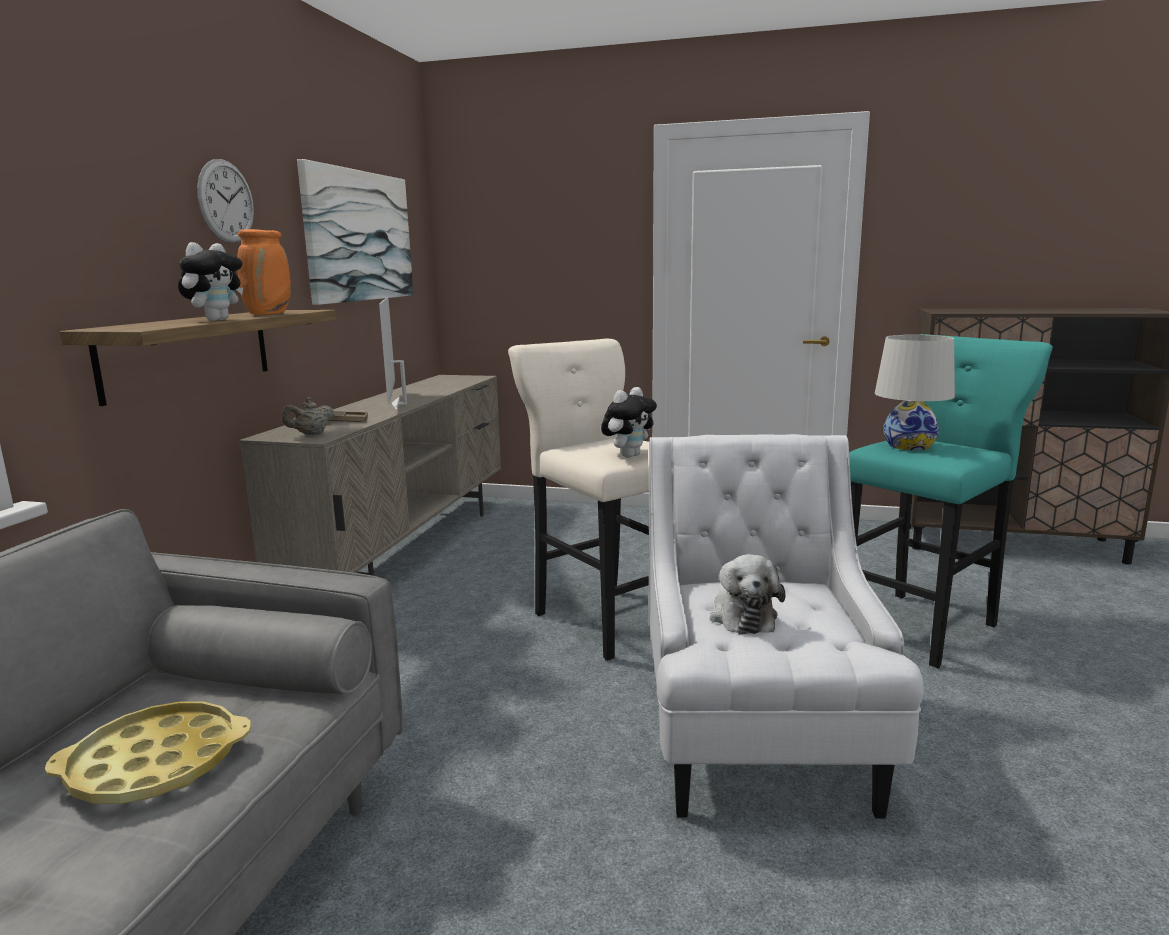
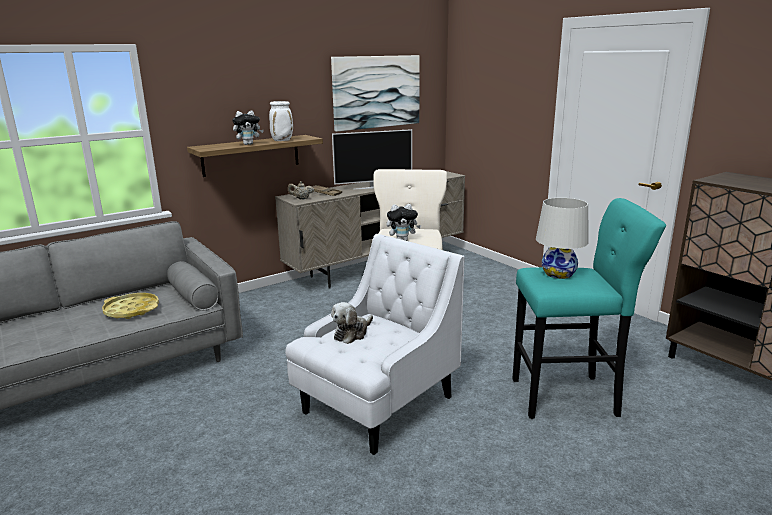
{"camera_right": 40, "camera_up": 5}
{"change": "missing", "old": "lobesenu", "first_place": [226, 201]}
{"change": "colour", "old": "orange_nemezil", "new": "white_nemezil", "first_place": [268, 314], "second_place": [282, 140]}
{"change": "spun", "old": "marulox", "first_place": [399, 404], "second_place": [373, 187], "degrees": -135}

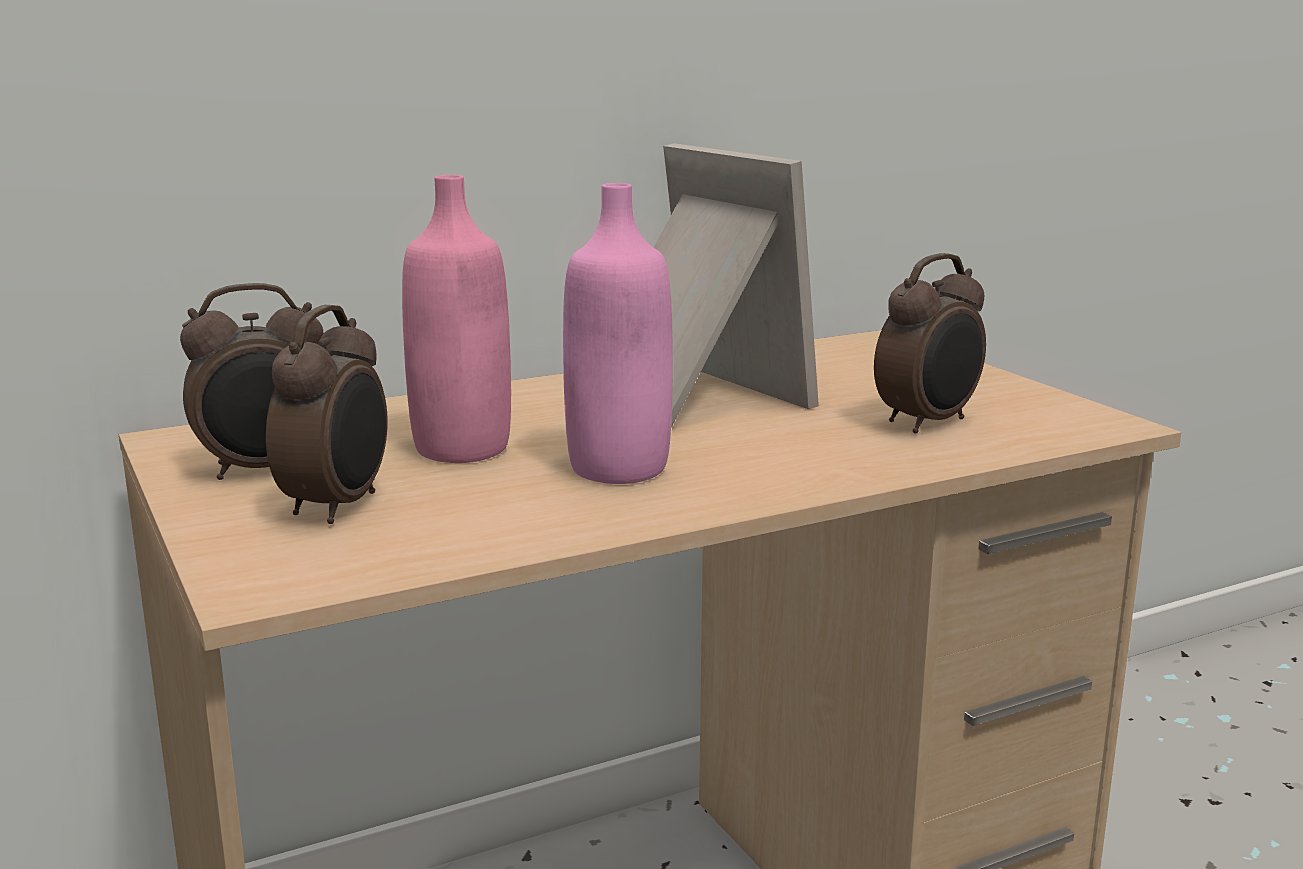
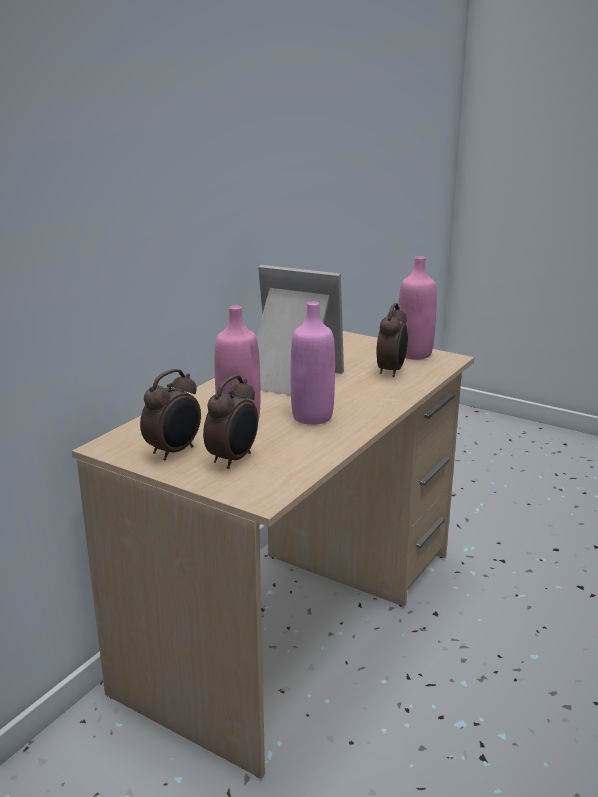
{"camera_right": -30, "camera_up": 5}
{"change": "appeared", "new": "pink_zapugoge", "second_place": [414, 354]}
{"change": "spun", "old": "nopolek", "first_place": [339, 506], "second_place": [234, 459], "degrees": 45}

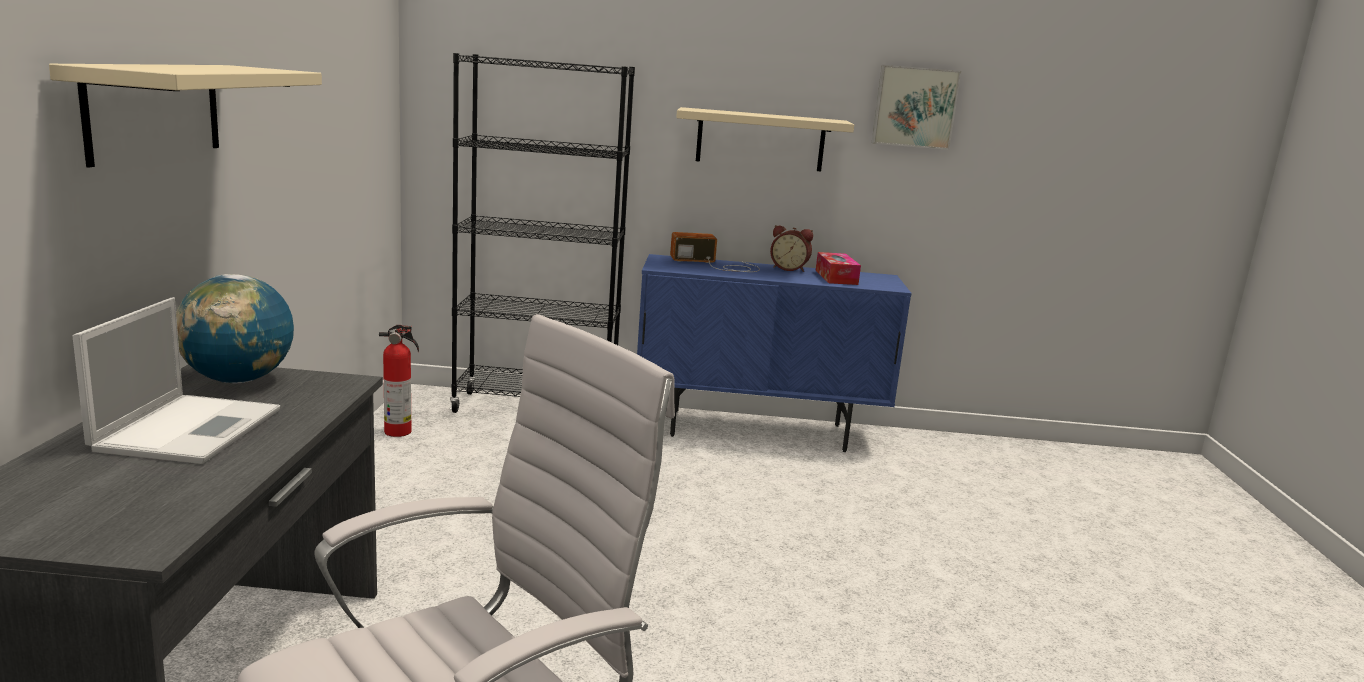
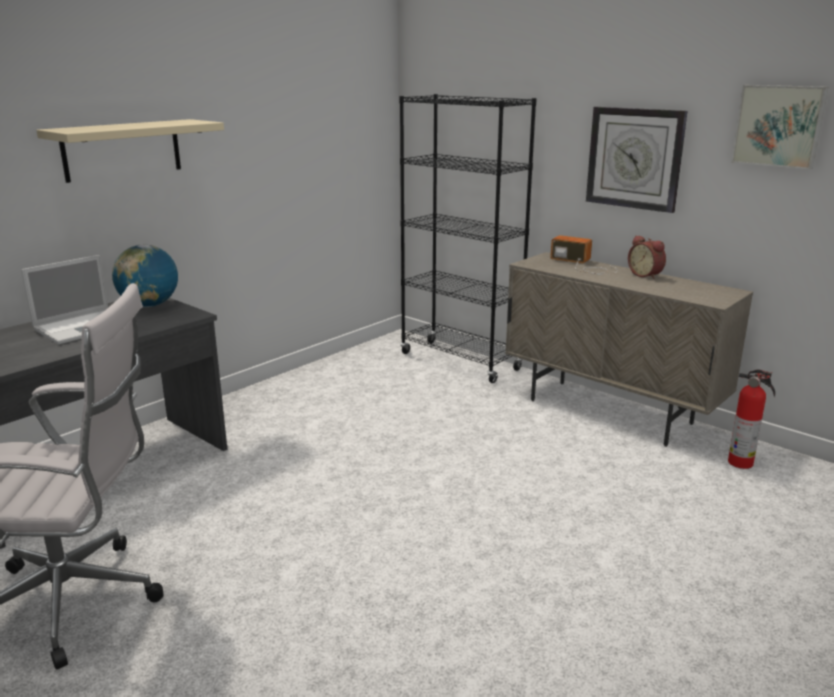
{"camera_right": 40, "camera_up": 5}
{"change": "missing", "old": "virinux", "first_place": [836, 277]}
{"change": "relocated", "old": "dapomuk", "first_place": [400, 431], "second_place": [742, 463]}
{"change": "exchanged", "old": "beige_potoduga", "new": "lobesenu", "first_place": [760, 140], "second_place": [634, 158]}
{"change": "colour", "old": "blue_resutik", "new": "beige_resutik", "first_place": [758, 431], "second_place": [610, 412]}

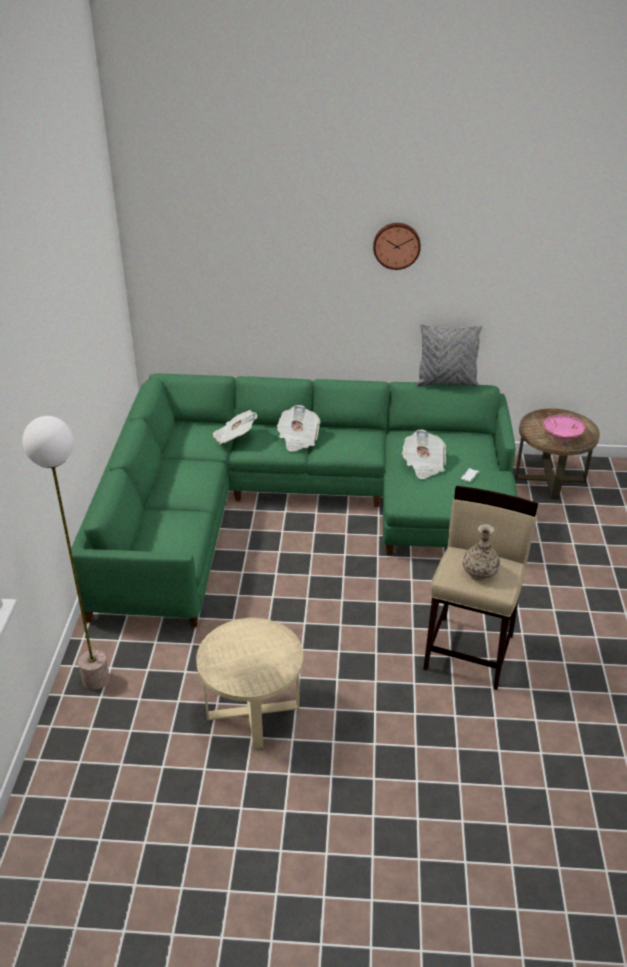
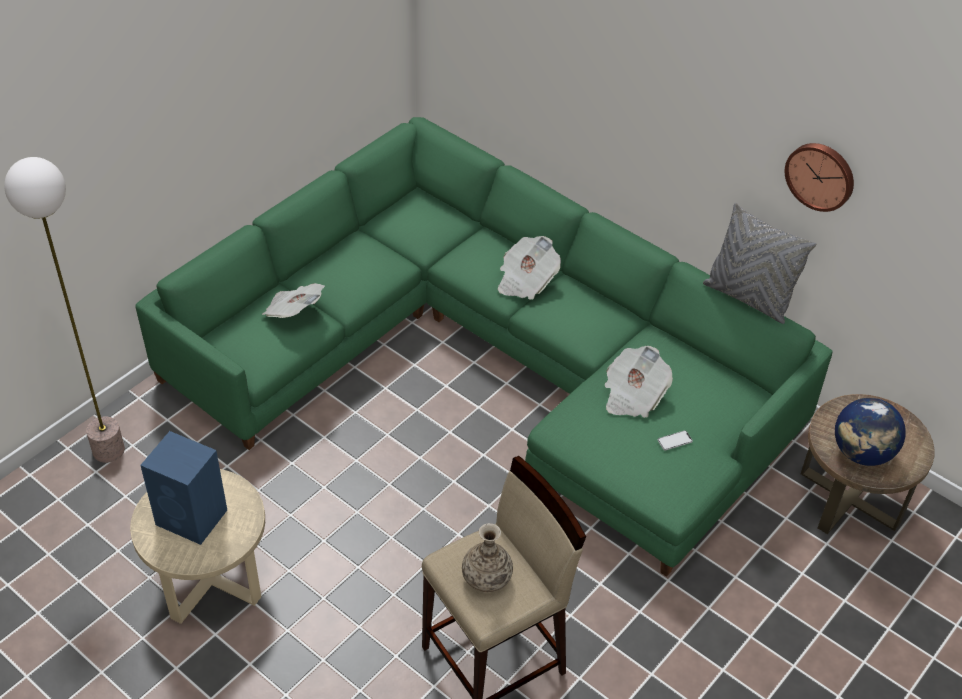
{"camera_right": 35, "camera_up": 10}
{"change": "appeared", "new": "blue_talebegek", "second_place": [193, 518]}
{"change": "relocated", "old": "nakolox", "first_place": [234, 437], "second_place": [294, 312]}
{"change": "relocated", "old": "lobesenu", "first_place": [396, 245], "second_place": [821, 175]}
{"change": "exchanged", "old": "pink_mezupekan", "new": "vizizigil", "first_place": [562, 436], "second_place": [861, 453]}

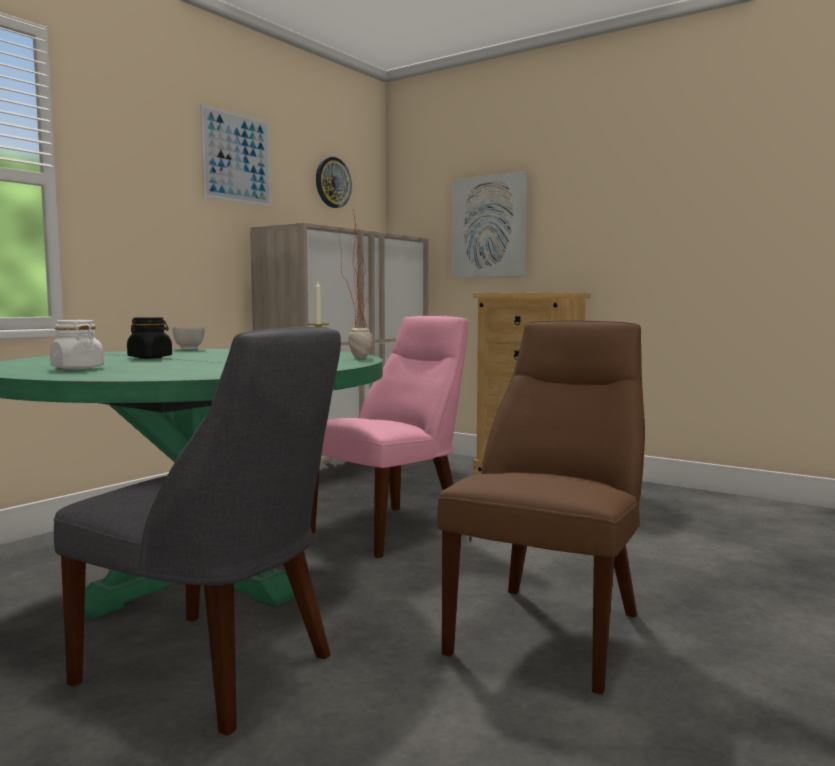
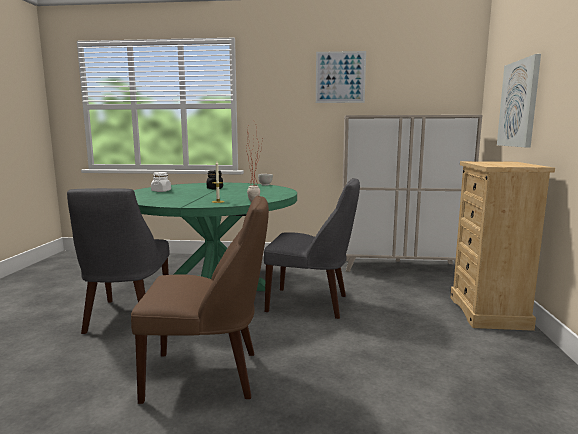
{"camera_right": 60, "camera_up": 5}
{"change": "missing", "old": "lobesenu", "first_place": [332, 182]}
{"change": "colour", "old": "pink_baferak", "new": "grey_baferak", "first_place": [392, 529], "second_place": [311, 303]}

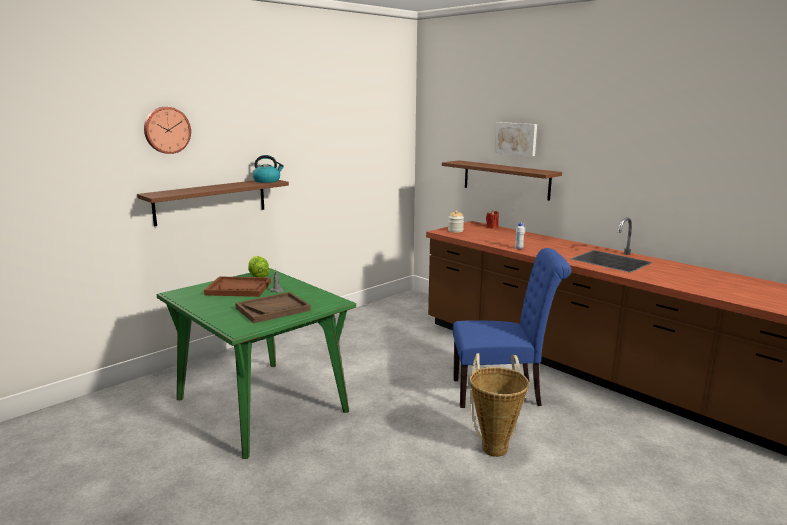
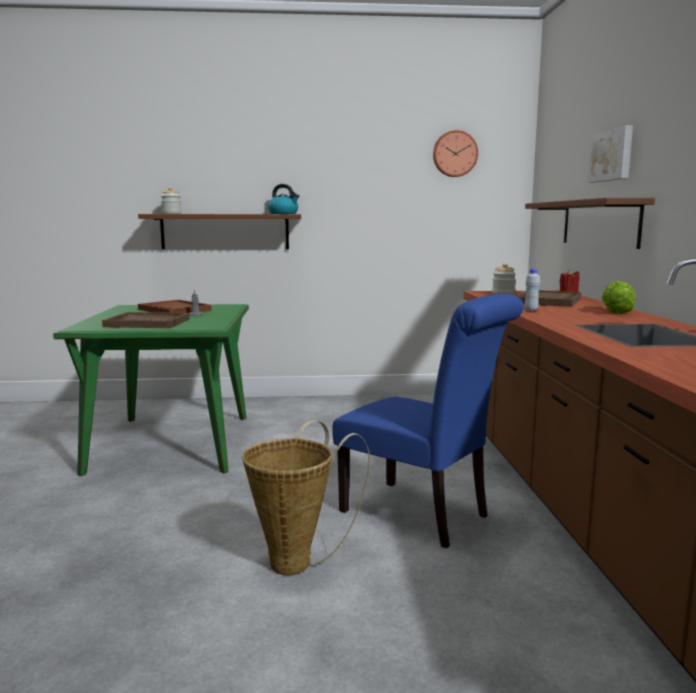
{"camera_right": 40, "camera_up": -5}
{"change": "appeared", "new": "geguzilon", "second_place": [171, 213]}
{"change": "appeared", "new": "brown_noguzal", "second_place": [548, 301]}
{"change": "relocated", "old": "lobesenu", "first_place": [166, 130], "second_place": [454, 154]}
{"change": "relocated", "old": "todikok", "first_place": [258, 276], "second_place": [616, 312]}

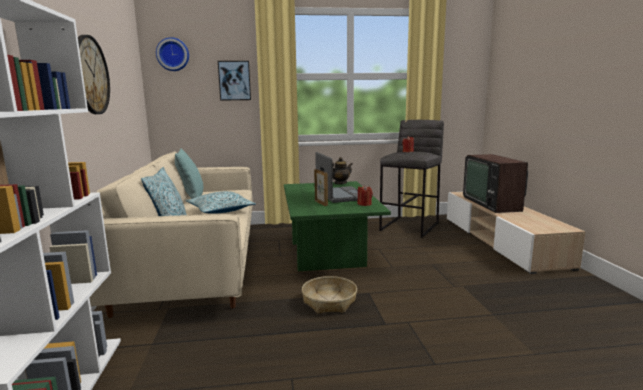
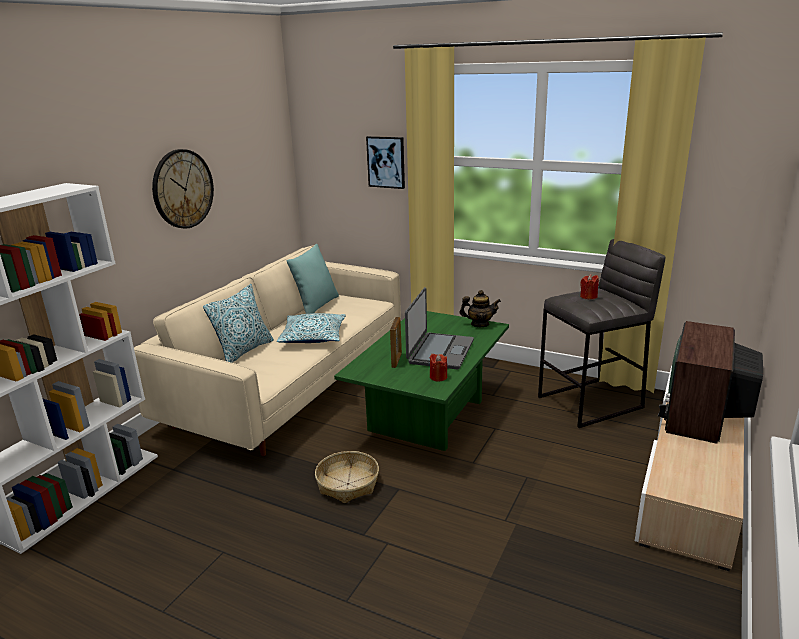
{"camera_right": 35, "camera_up": 10}
{"change": "missing", "old": "lobesenu", "first_place": [173, 54]}

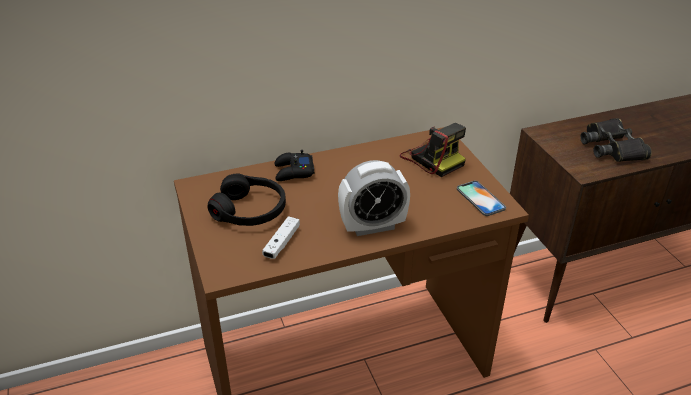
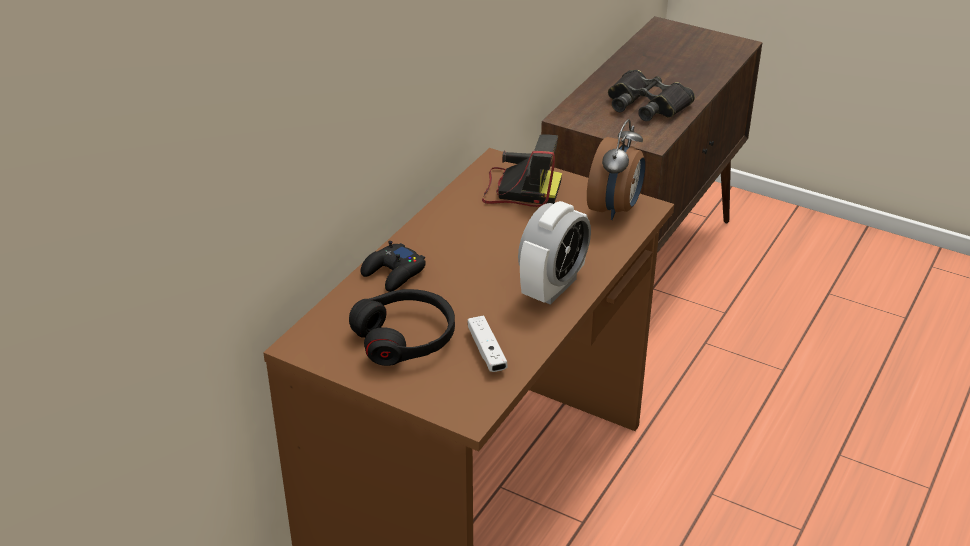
{"camera_right": -40, "camera_up": 0}
{"change": "exchanged", "old": "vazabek", "new": "nopolek", "first_place": [480, 198], "second_place": [615, 209]}

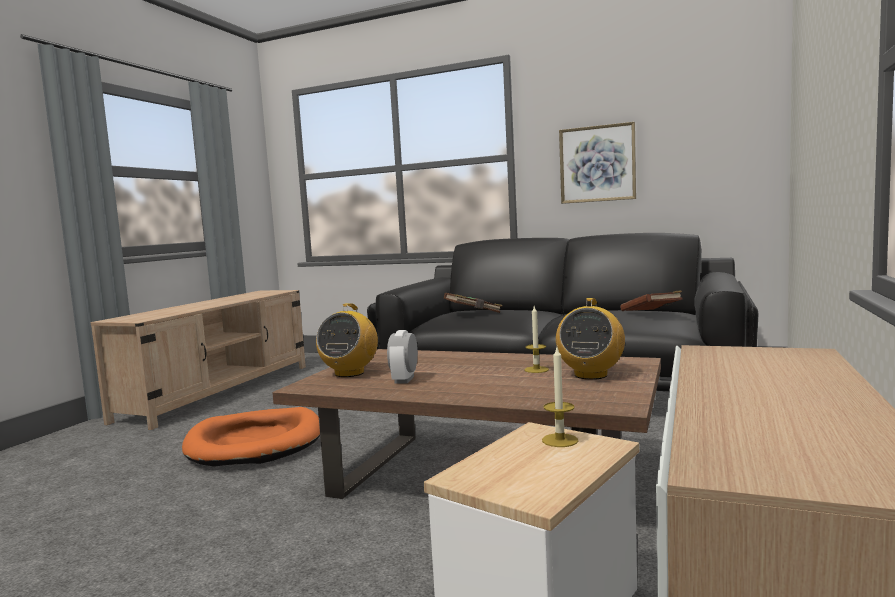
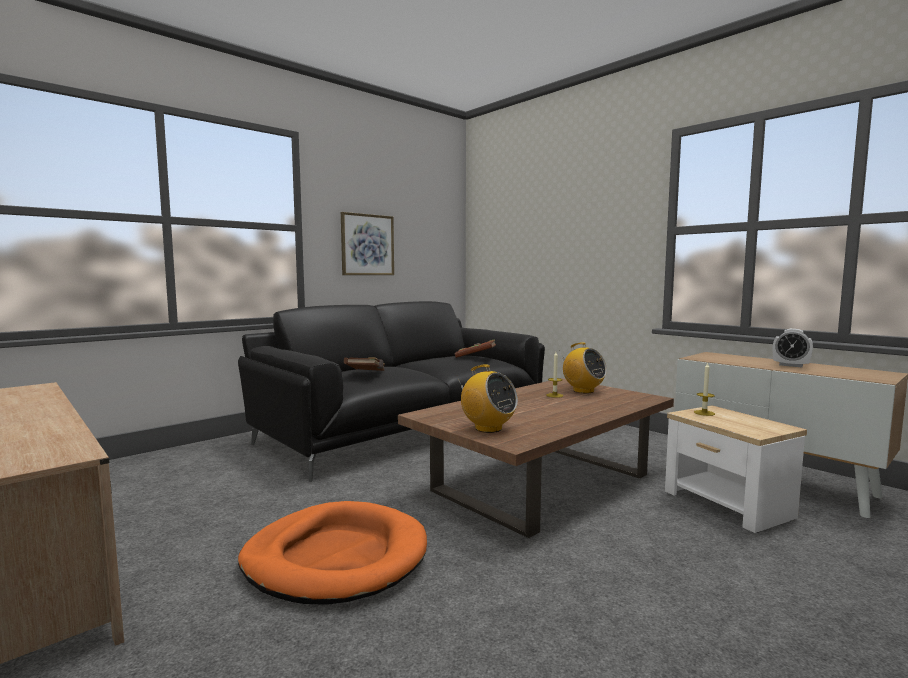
{"camera_right": -65, "camera_up": 0}
{"change": "relocated", "old": "nopolek", "first_place": [404, 380], "second_place": [791, 365]}

